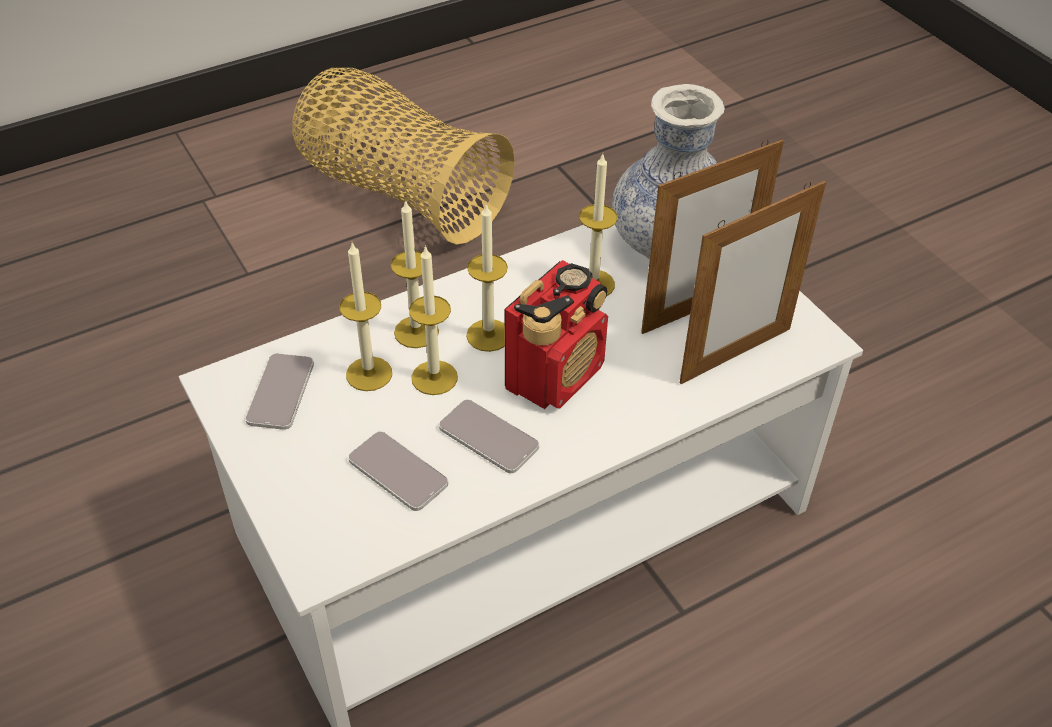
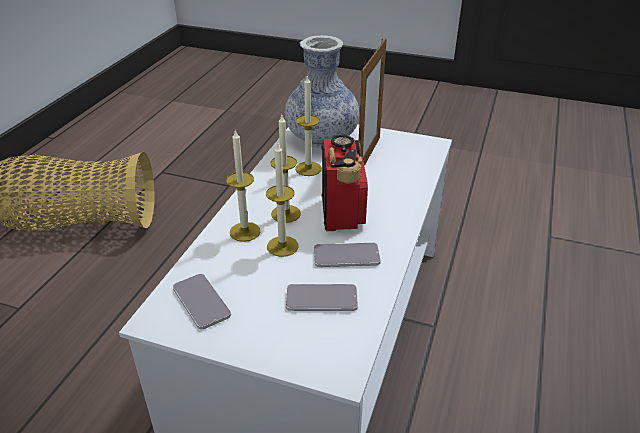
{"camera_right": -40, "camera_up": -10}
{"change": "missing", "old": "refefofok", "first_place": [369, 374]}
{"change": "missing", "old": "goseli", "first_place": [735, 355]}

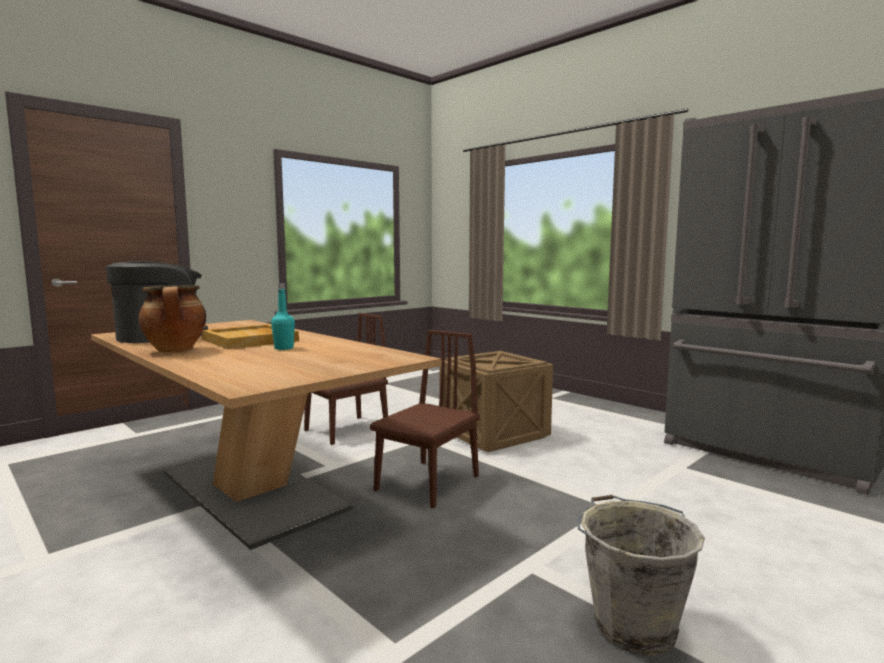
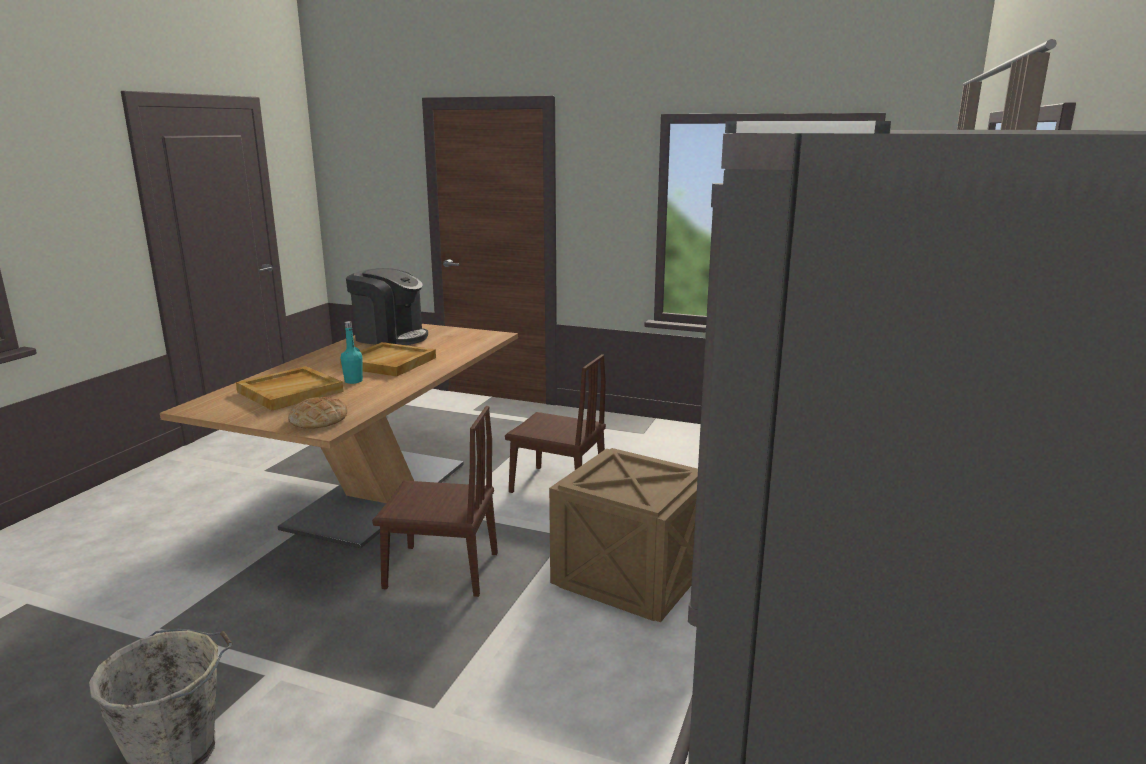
{"camera_right": 65, "camera_up": 10}
{"change": "missing", "old": "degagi", "first_place": [176, 350]}
{"change": "appeared", "new": "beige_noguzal", "second_place": [290, 391]}
{"change": "appeared", "new": "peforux", "second_place": [318, 420]}

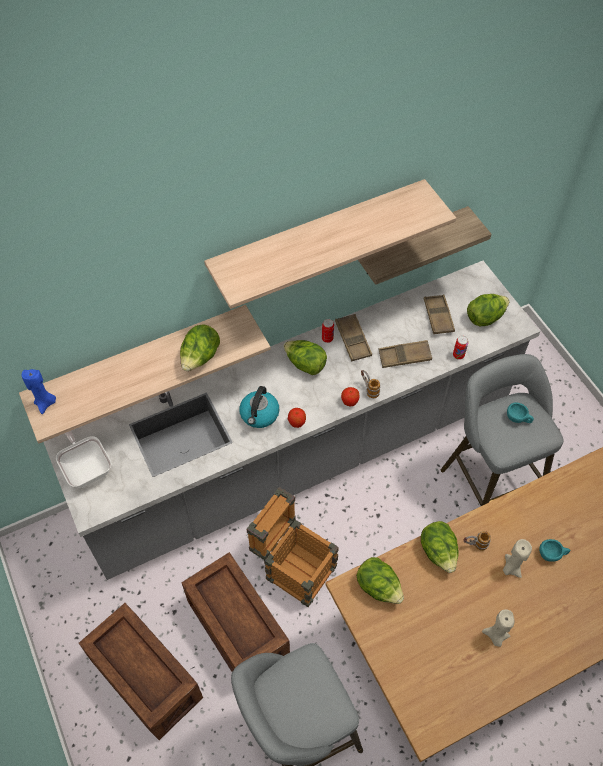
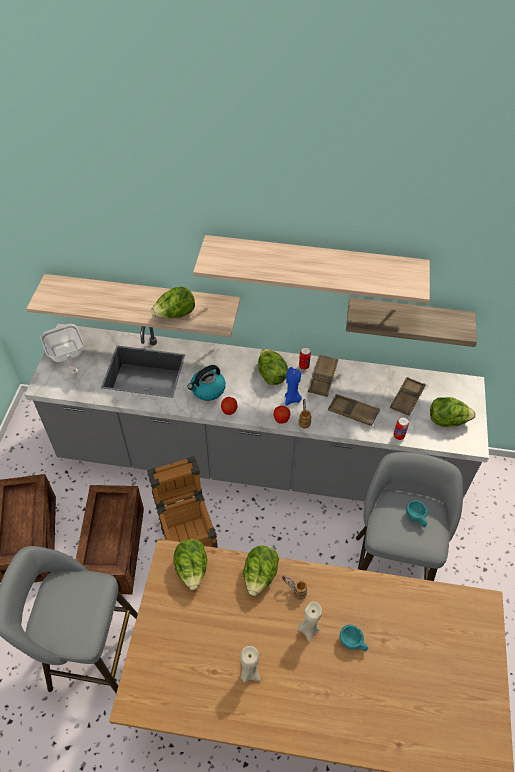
{"camera_right": 35, "camera_up": -5}
{"change": "relocated", "old": "blue_refefofok", "first_place": [45, 403], "second_place": [292, 399]}
{"change": "spun", "old": "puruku", "first_place": [86, 466], "second_place": [67, 356], "degrees": 150}

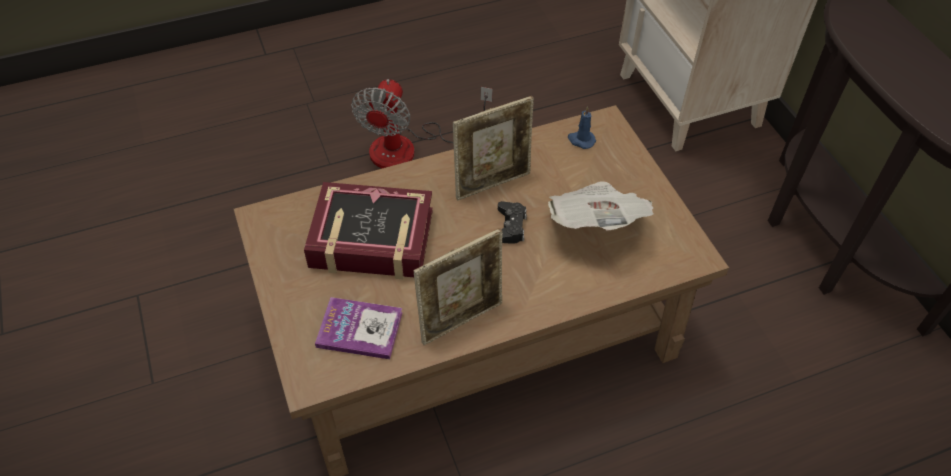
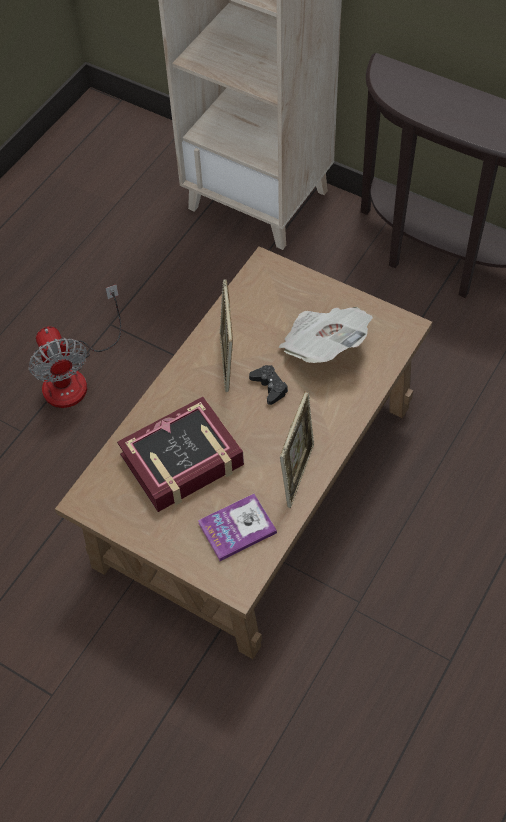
{"camera_right": -35, "camera_up": 5}
{"change": "missing", "old": "blue_refefofok", "first_place": [581, 140]}
{"change": "spun", "old": "goseli", "first_place": [492, 183], "second_place": [227, 362], "degrees": 150}

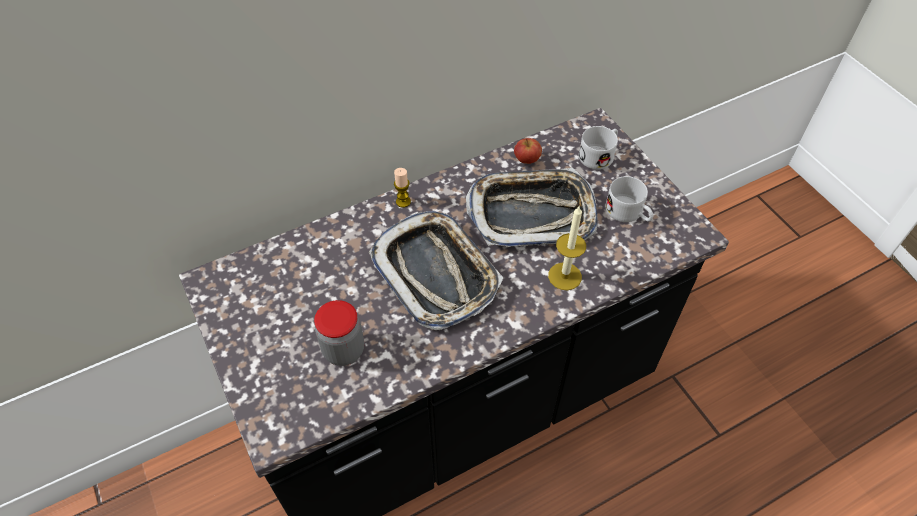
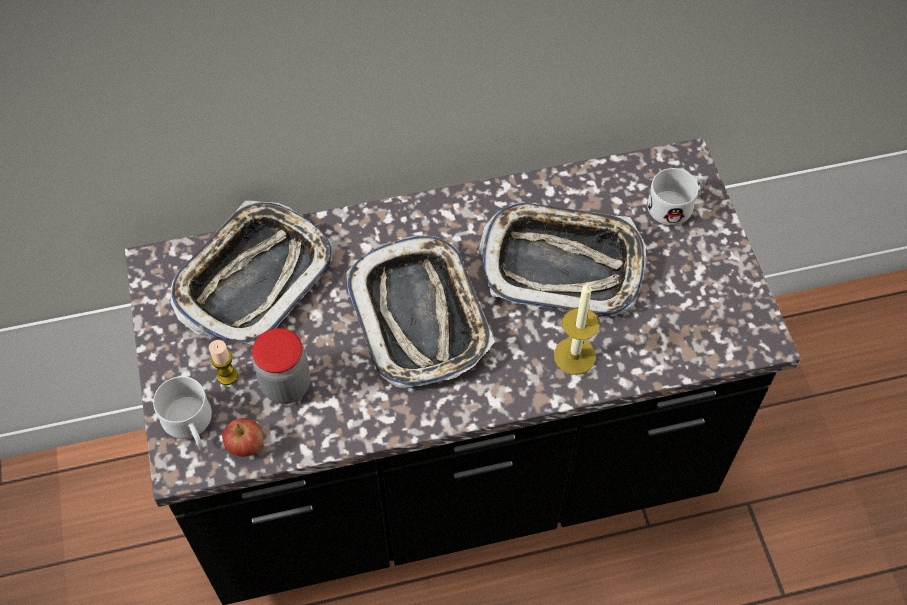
{"camera_right": 15, "camera_up": 5}
{"change": "appeared", "new": "noguzal", "second_place": [253, 278]}
{"change": "relocated", "old": "refefofok", "first_place": [403, 201], "second_place": [227, 376]}
{"change": "relocated", "old": "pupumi", "first_place": [527, 160], "second_place": [246, 446]}
{"change": "relocated", "old": "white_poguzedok", "first_place": [628, 213], "second_place": [190, 425]}

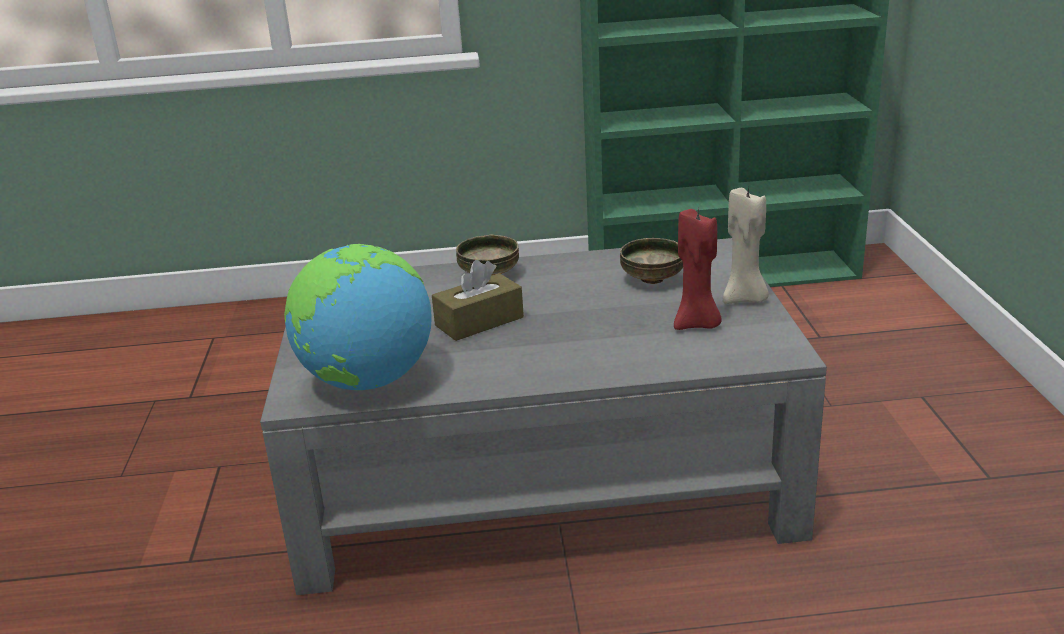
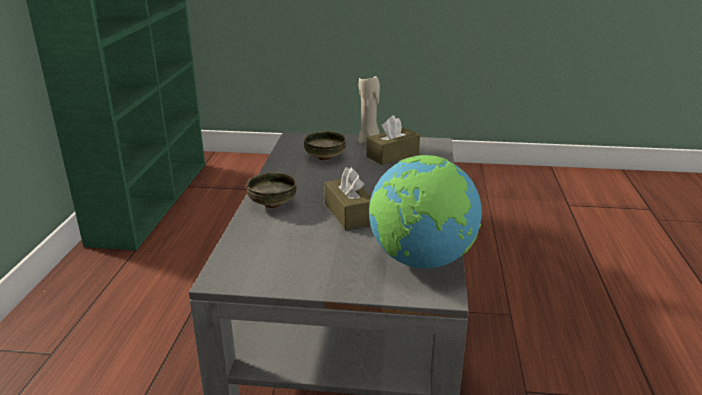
{"camera_right": -80, "camera_up": 0}
{"change": "exchanged", "old": "red_refefofok", "new": "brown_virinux", "first_place": [697, 324], "second_place": [392, 155]}

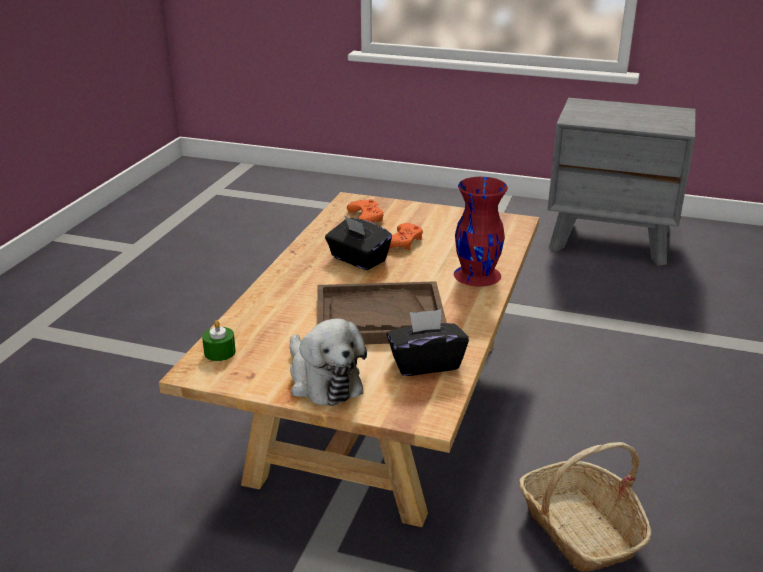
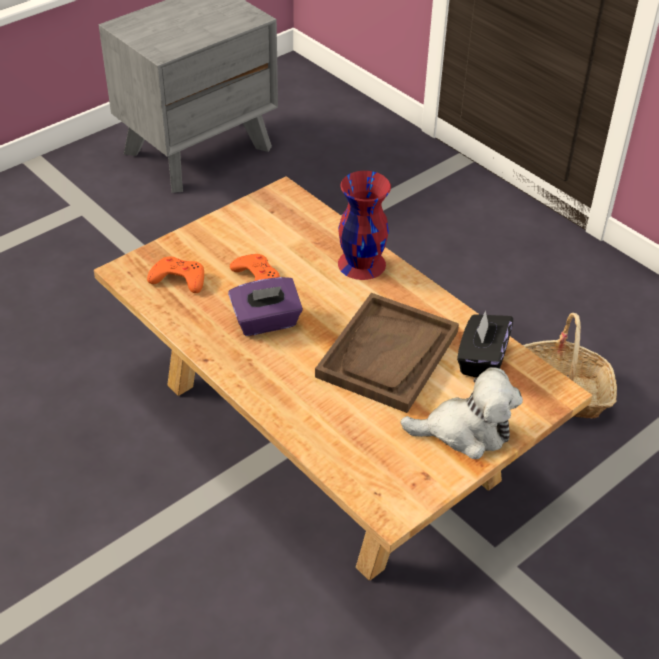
{"camera_right": -60, "camera_up": 15}
{"change": "missing", "old": "green_refefofok", "first_place": [219, 352]}
{"change": "colour", "old": "black_virinux", "new": "purple_virinux", "first_place": [358, 259], "second_place": [266, 322]}

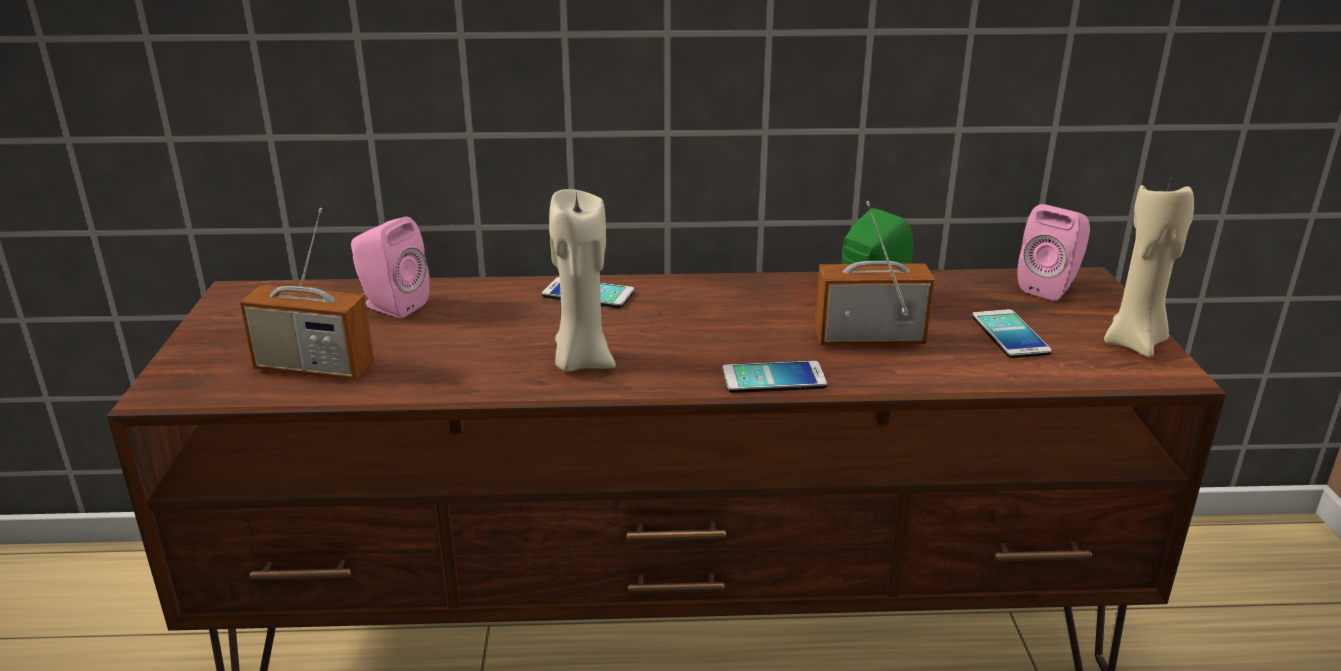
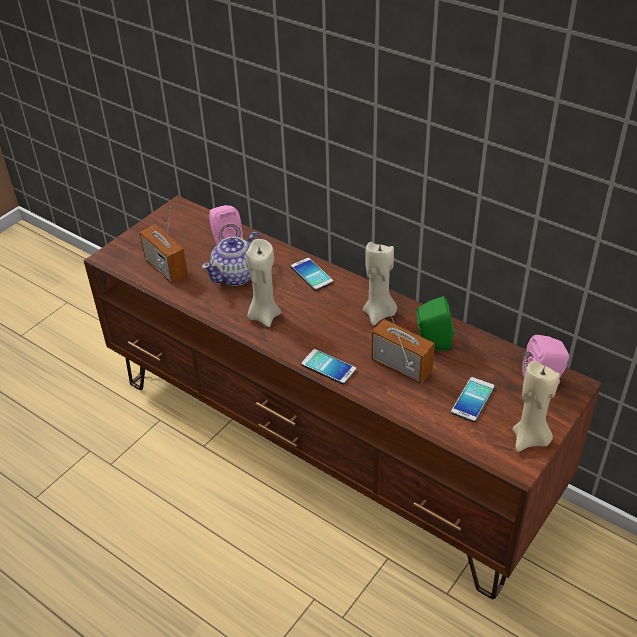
{"camera_right": 40, "camera_up": 15}
{"change": "appeared", "new": "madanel", "second_place": [236, 275]}
{"change": "appeared", "new": "beige_refefofok", "second_place": [379, 314]}

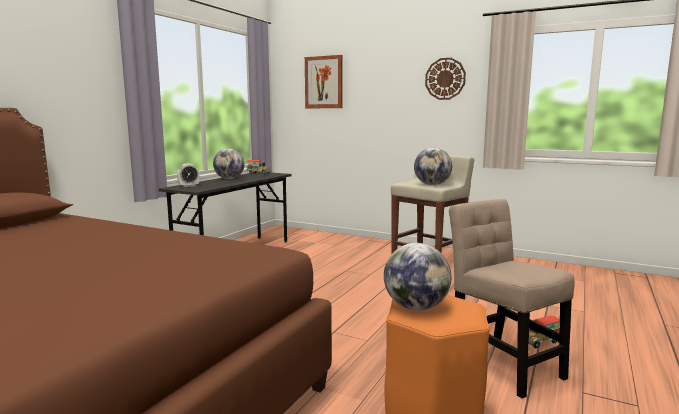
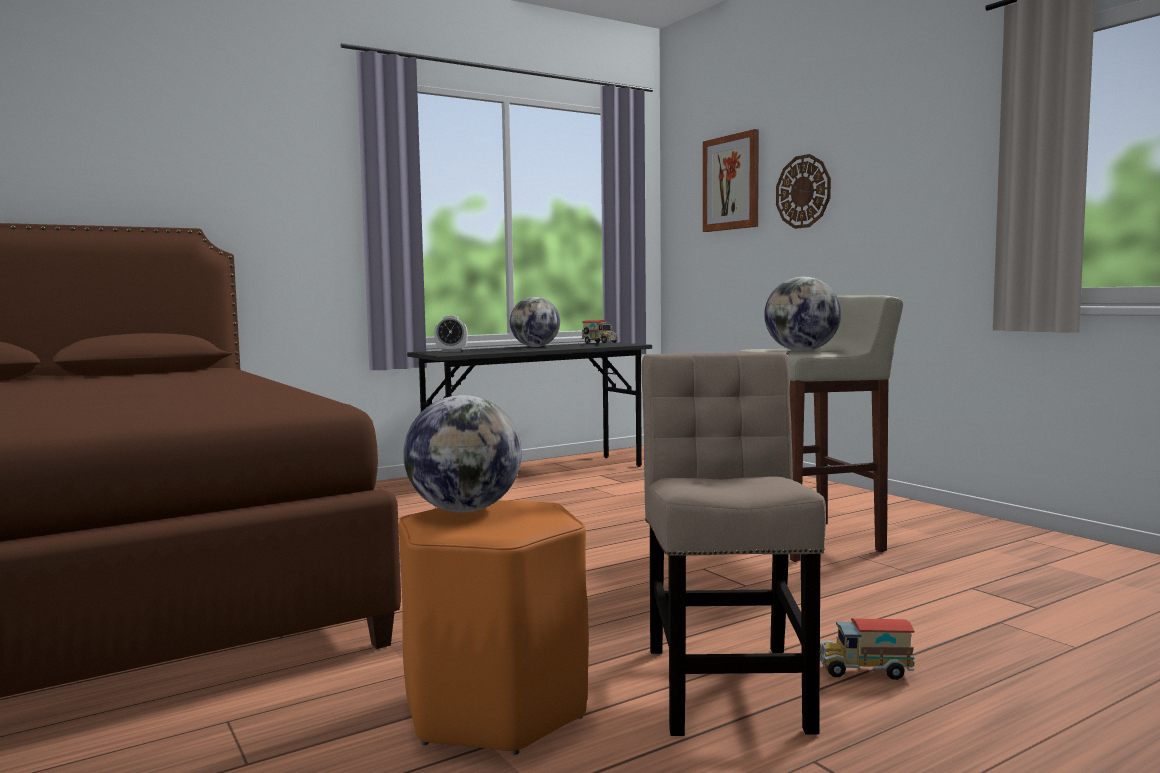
{"camera_right": 30, "camera_up": -5}
{"change": "relocated", "old": "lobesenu", "first_place": [445, 79], "second_place": [803, 191]}

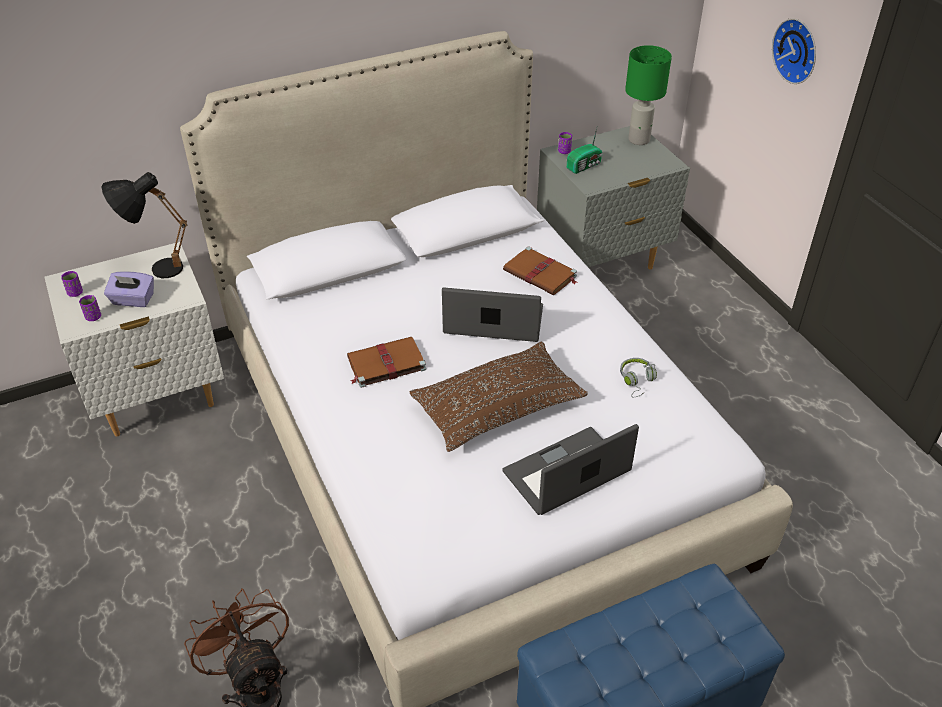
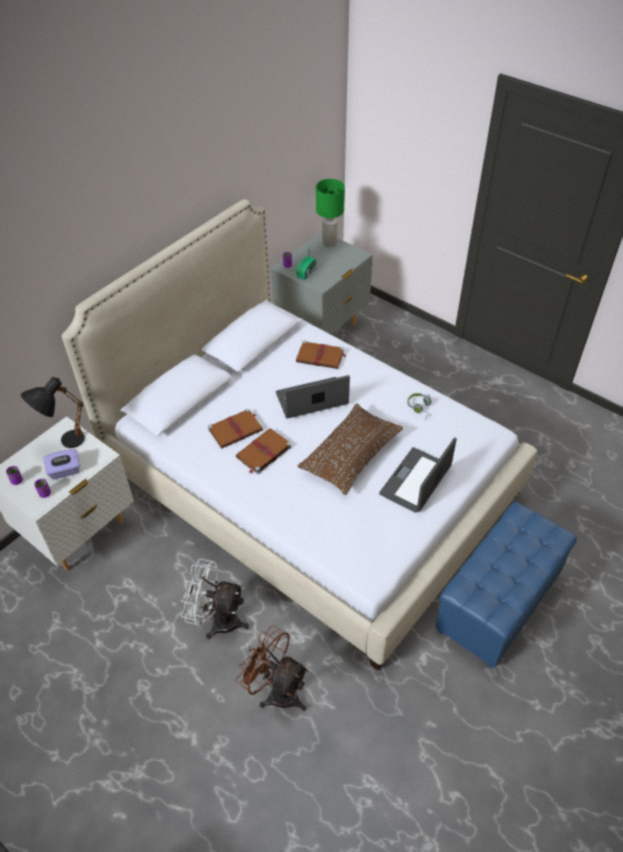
{"camera_right": -25, "camera_up": 5}
{"change": "missing", "old": "lobesenu", "first_place": [797, 50]}
{"change": "appeared", "new": "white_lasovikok", "second_place": [217, 620]}
{"change": "appeared", "new": "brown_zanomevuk", "second_place": [236, 429]}

